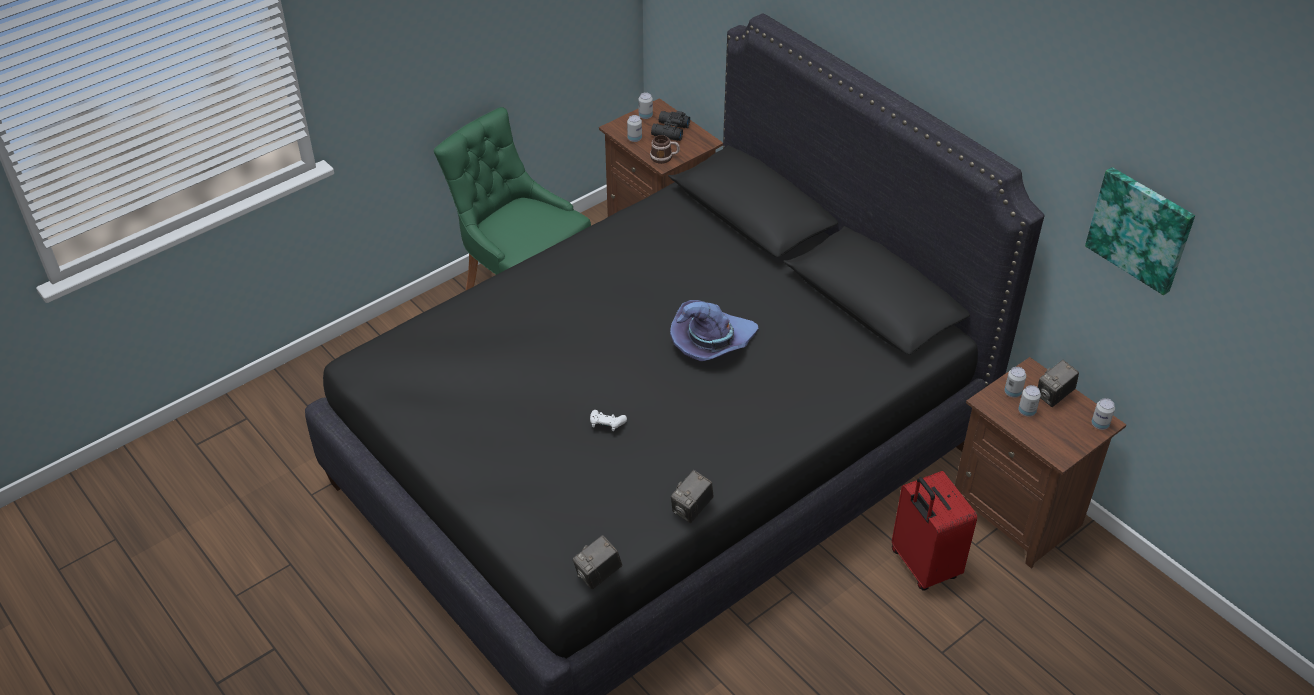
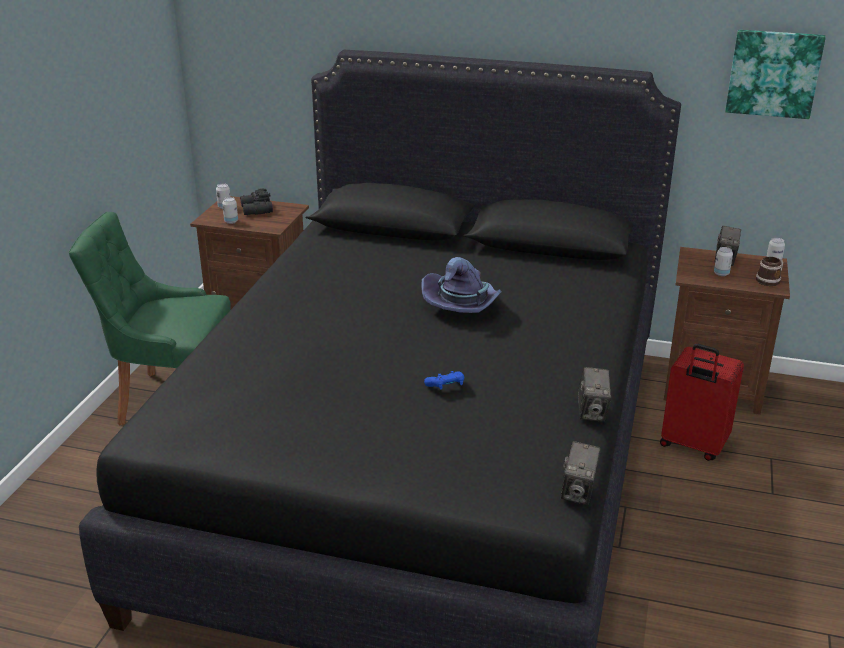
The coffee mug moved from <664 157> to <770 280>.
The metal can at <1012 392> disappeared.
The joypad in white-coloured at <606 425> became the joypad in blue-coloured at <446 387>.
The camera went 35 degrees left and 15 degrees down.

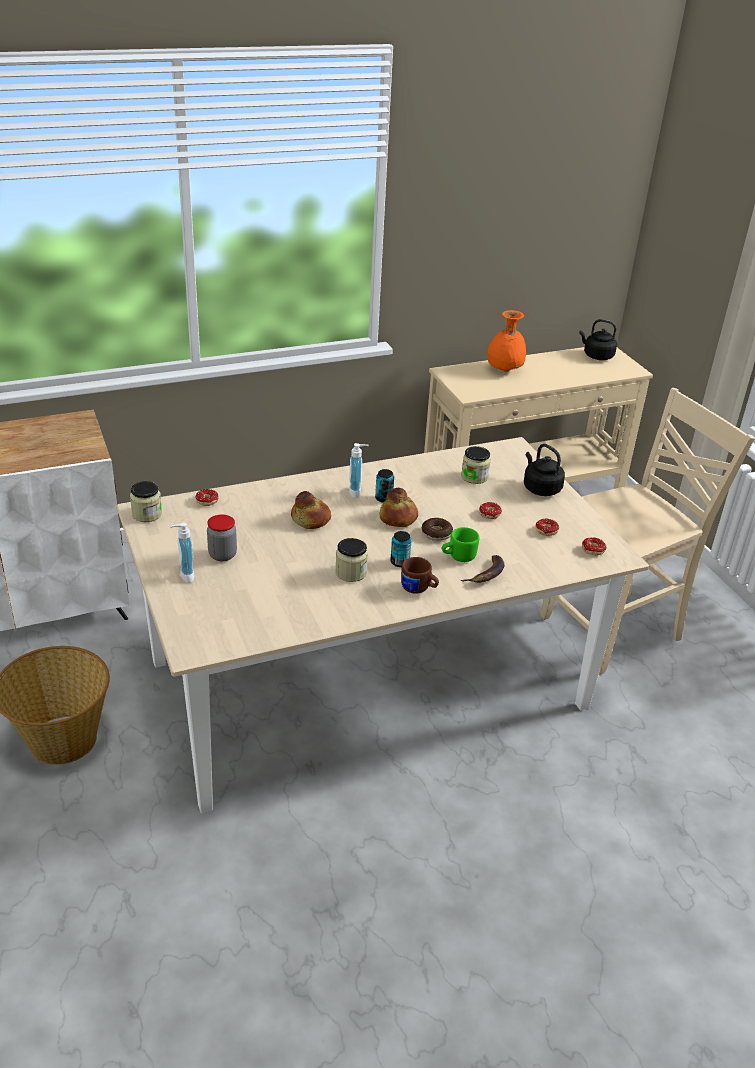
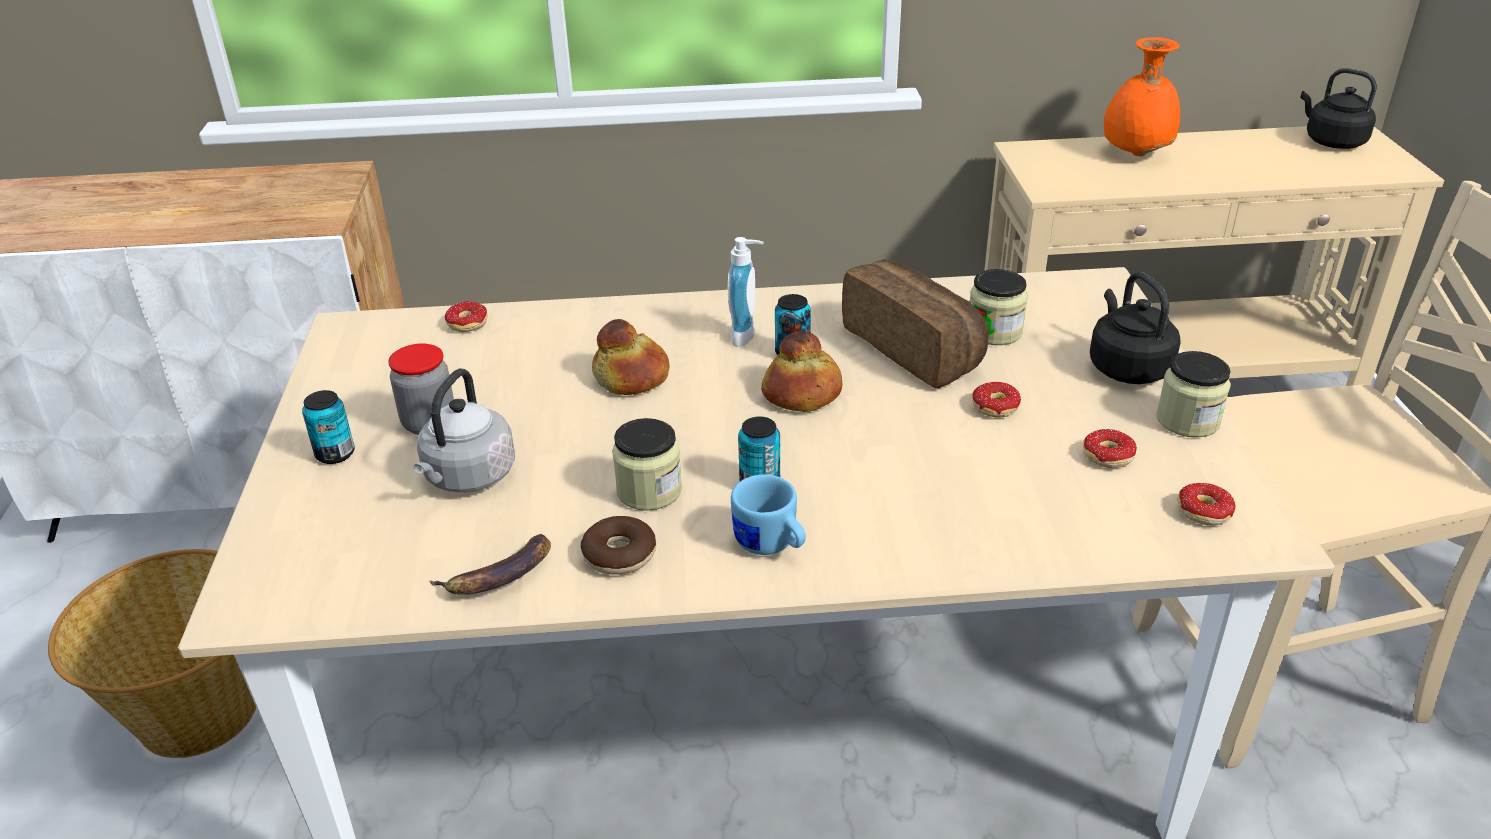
The jar moved from <147 514> to <1187 420>.
The doughnut moved from <436 533> to <619 555>.
The soap bottle at <184 576> was replaced by the metal can at <335 454>.
The coffee mug in greenish at <458 557> disappeared.
The banana fruit moved from <487 574> to <499 576>.
The coffee mug in brown-coloured at <419 589> became the coffee mug in blue-coloured at <771 546>.
The baked bread at <916 348> appeared.
The water kettle in grey at <468 477> appeared.
The camera went 20 degrees right and 0 degrees up.

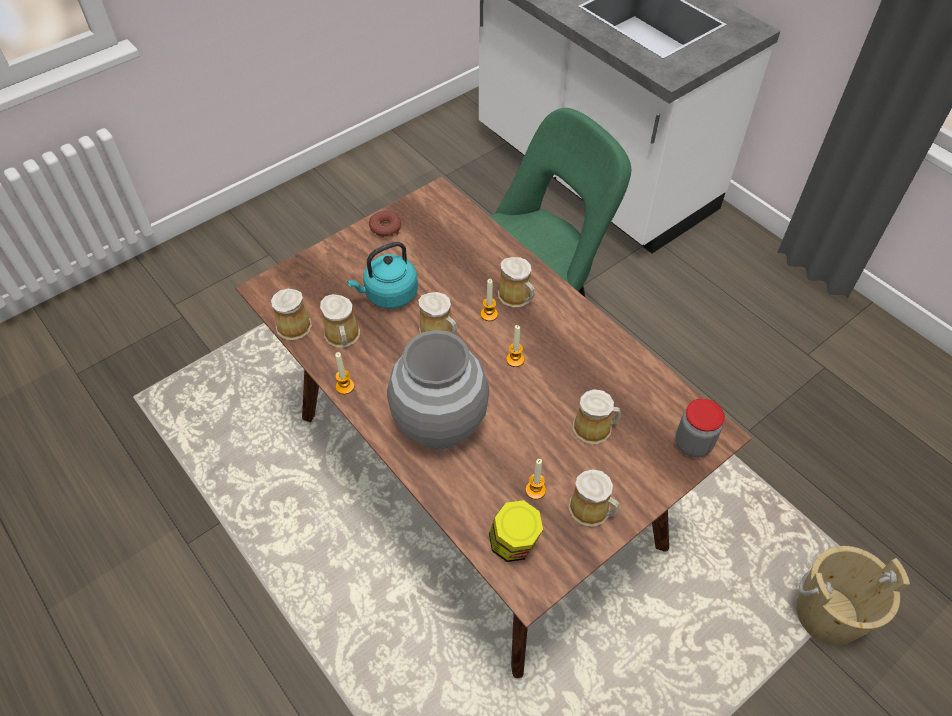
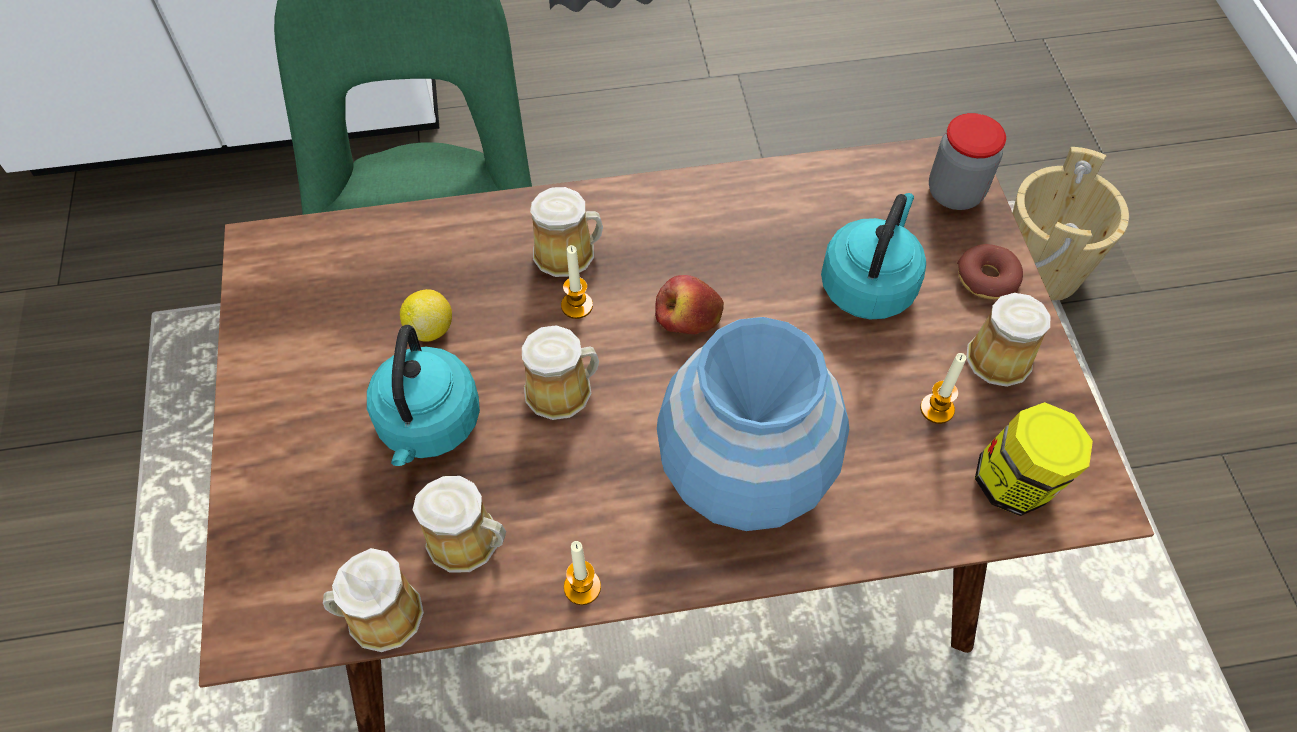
The doughnut moved from <385 228> to <986 278>.
The candle at <515 359> was replaced by the whole apple at <688 316>.
The vase in grey at <440 422> became the vase in blue-coloured at <745 475>.
The coffee mug at <594 428> was replaced by the water kettle in turquoise at <869 284>.
The lemon at <430 328> appeared.
The camera went 60 degrees left and 5 degrees up.

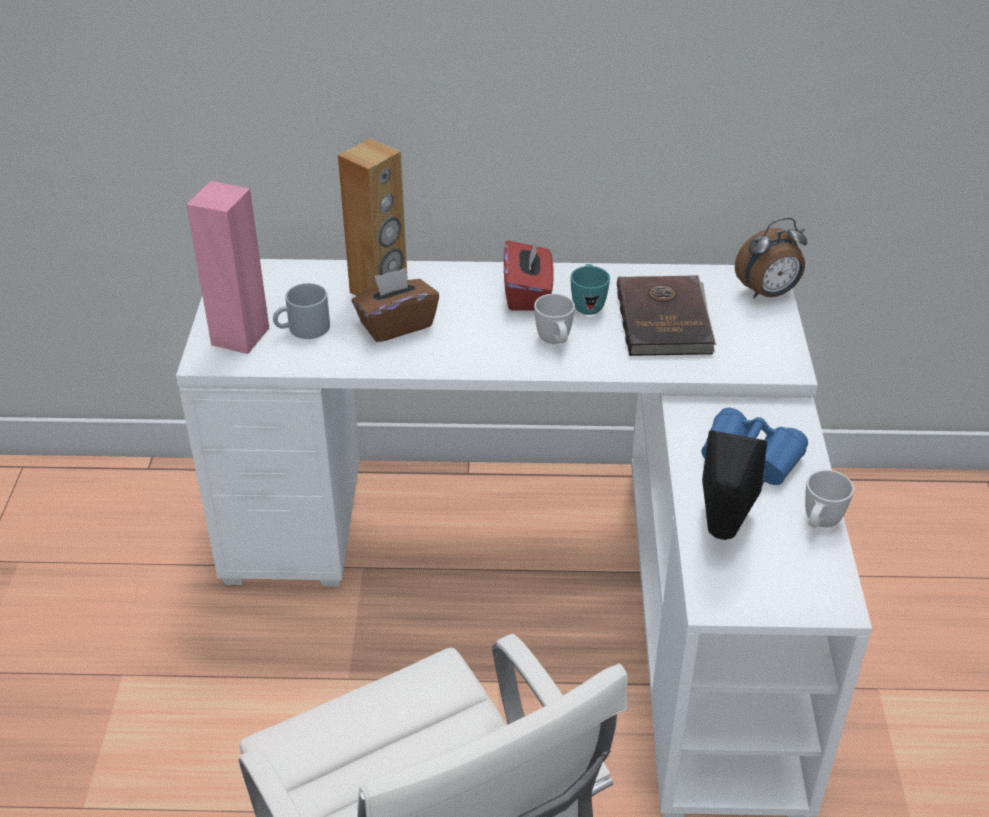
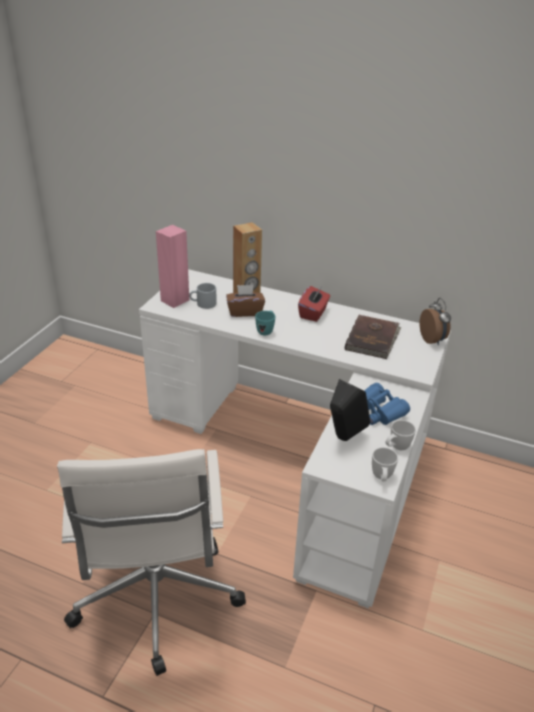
The table clock at <768 293> turned 105 degrees counterclockwise.
The coffee mug in turquoise moved from <588 304> to <266 330>.
The coffee mug in white-coloured moved from <555 342> to <381 478>.
The camera went 20 degrees right and 5 degrees down.

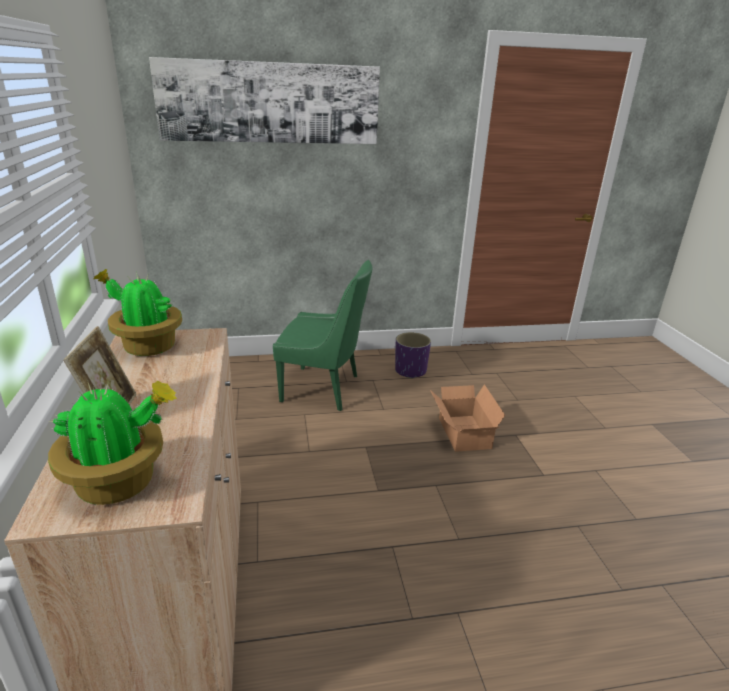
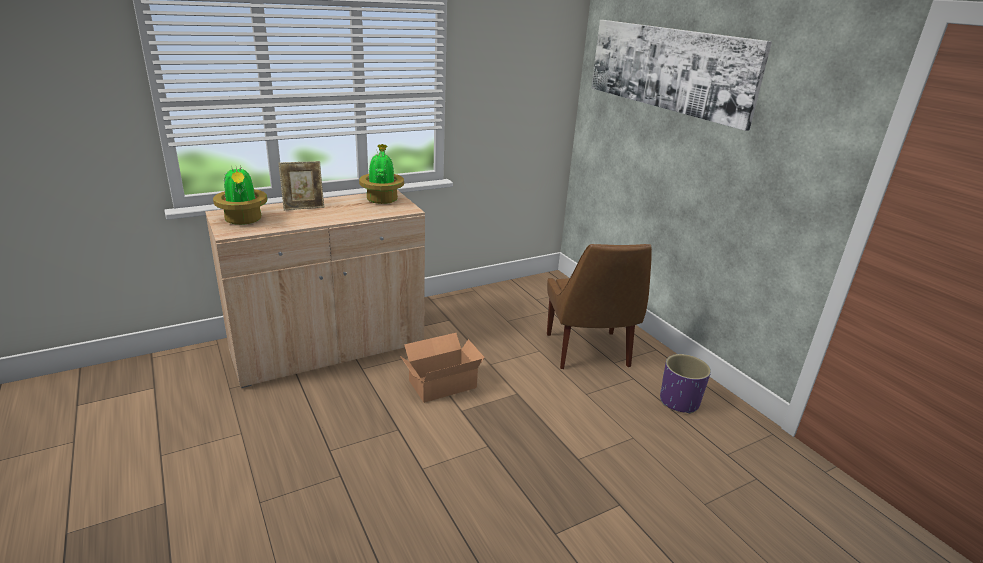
The upright chair in greenish at <323 389> became the upright chair in brown-coloured at <588 352>.
The packing box moved from <462 434> to <440 383>.
The camera went 70 degrees right and 0 degrees up.

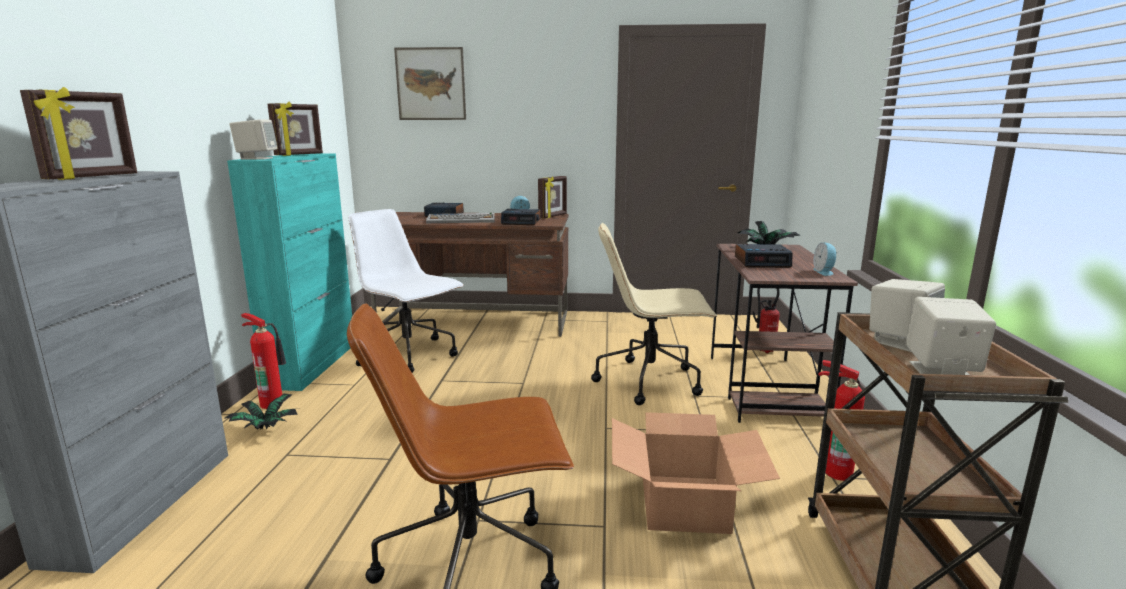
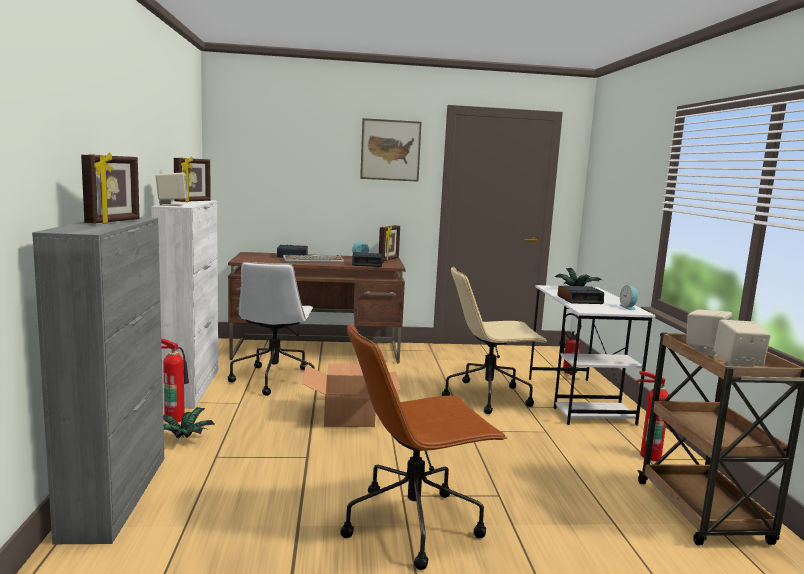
The wall picture moved from <431 84> to <390 150>.
The storage cabinet in turquoise at <313 364> became the storage cabinet in white-coloured at <190 387>.
The office chair in white-coloured at <409 355> turned 120 degrees counterclockwise.
The desk table in brown-coloured at <765 388> became the desk table in white-coloured at <579 400>.
The packing box moved from <685 503> to <350 415>.
The camera went 10 degrees left and 5 degrees down.

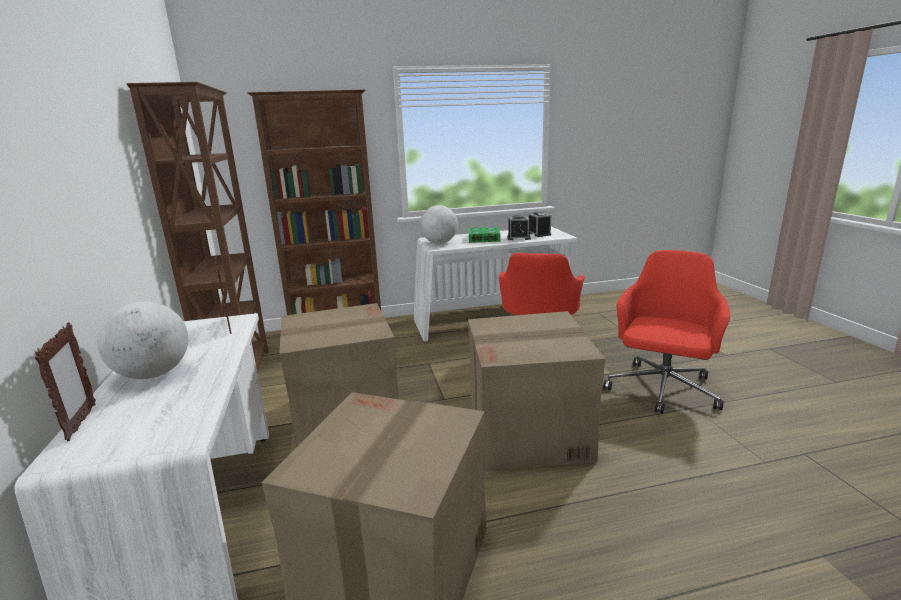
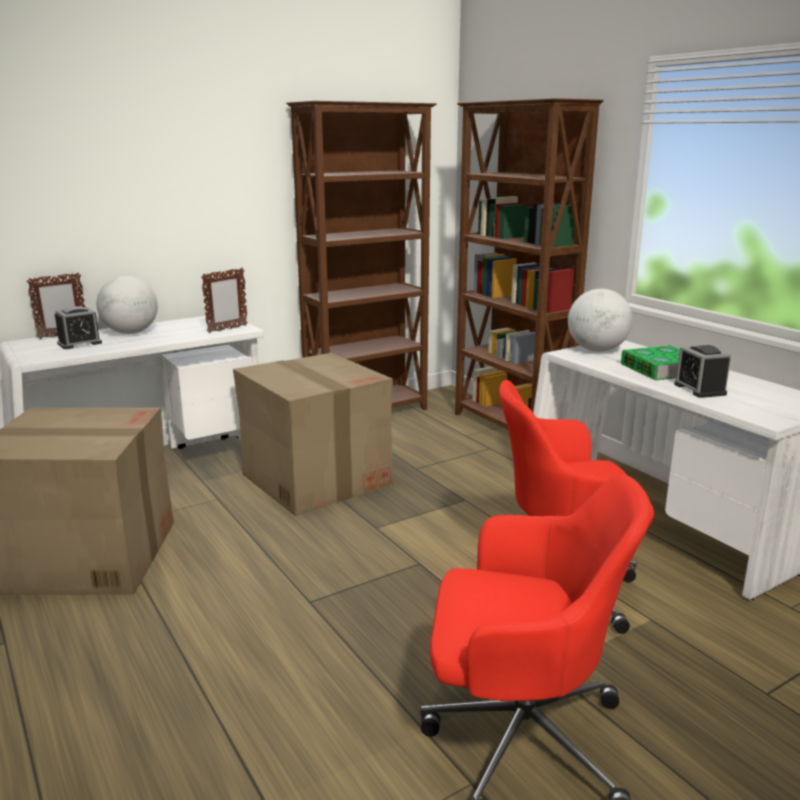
The table clock moved from <539 234> to <79 343>.
The packing box at <529 432> disappeared.
The camera went 70 degrees right and 0 degrees up.

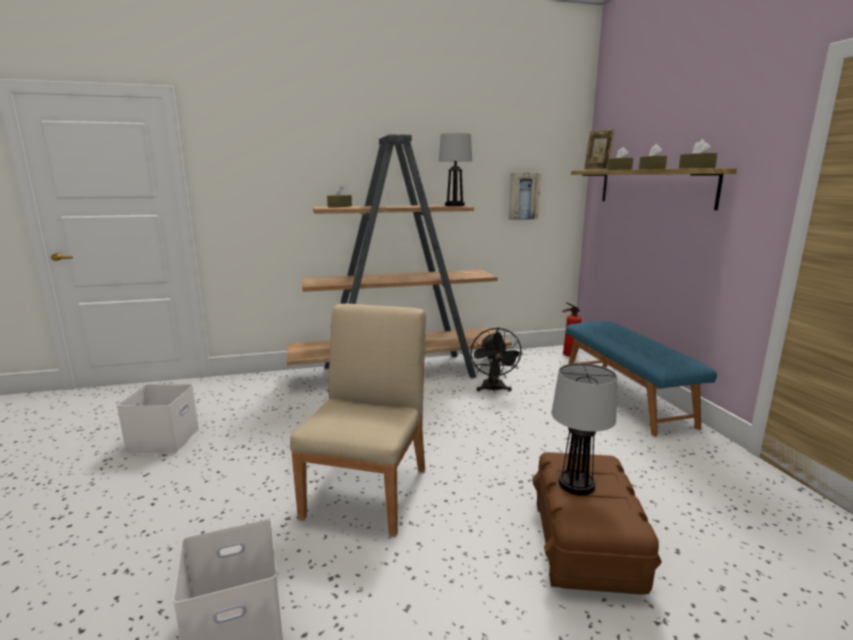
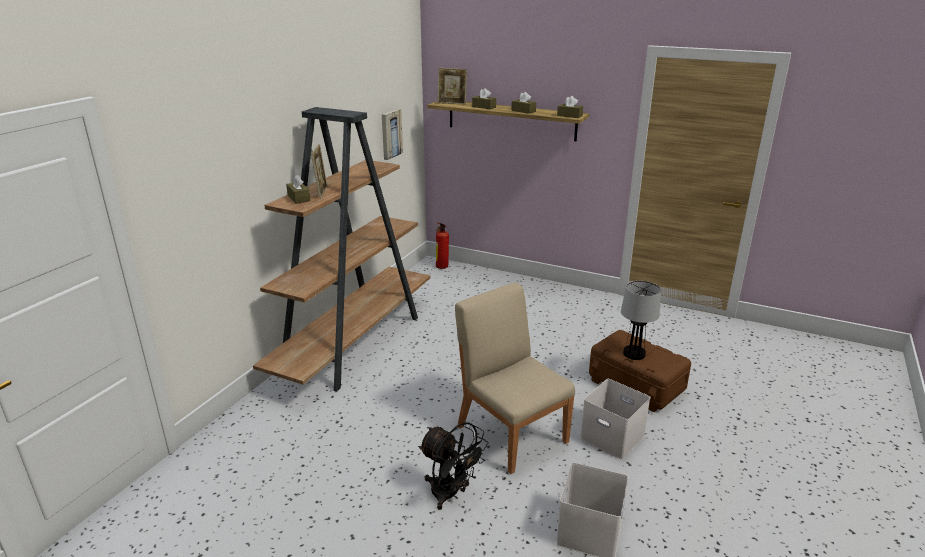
The table lamp at <454 205> disappeared.
The long seat in blue-coloured at <626 397> disappeared.
The cooling fan in black moved from <493 389> to <451 494>.
The storage bin in white-coloured moved from <164 441> to <613 437>.
The standing frame at <322 192> appeared.
The camera went 50 degrees left and 10 degrees up.

